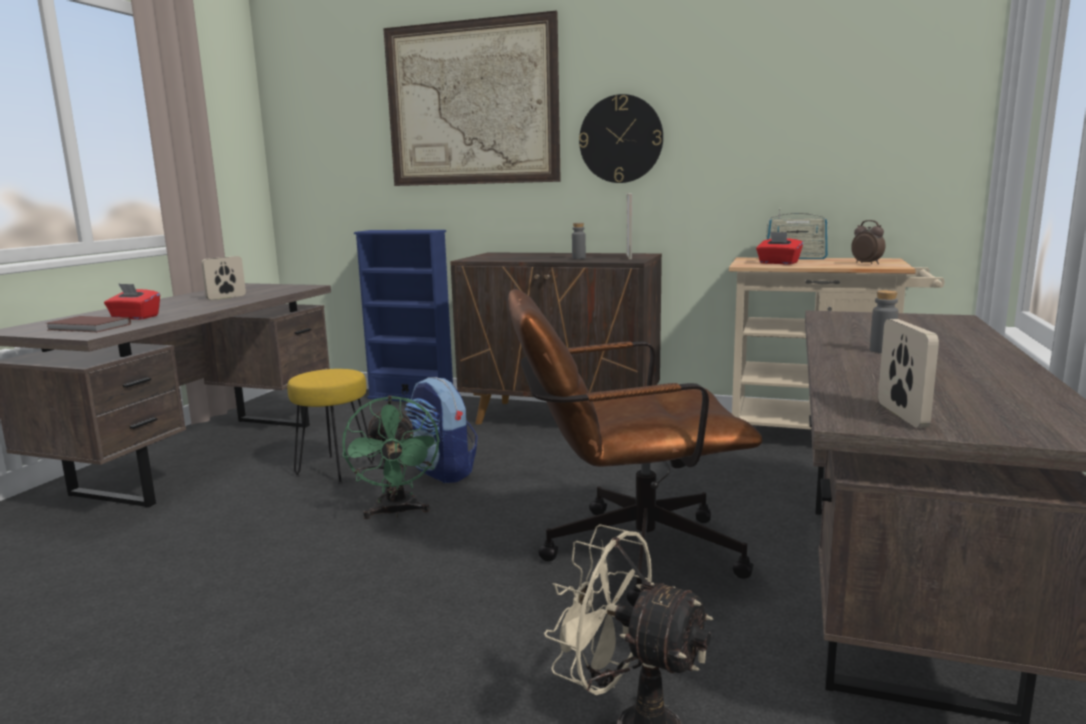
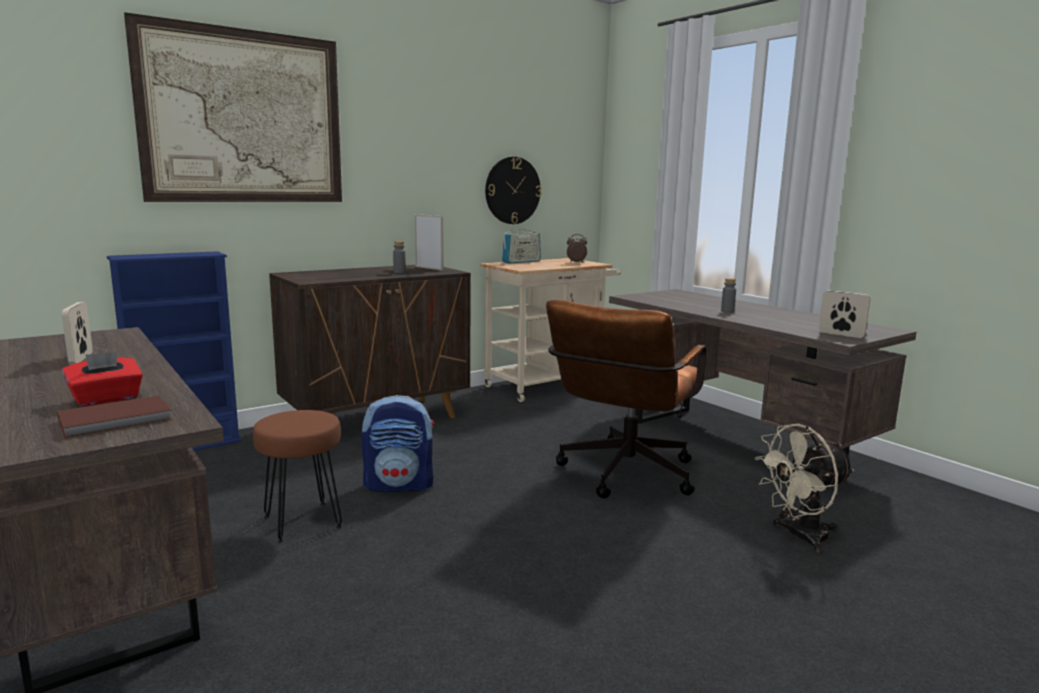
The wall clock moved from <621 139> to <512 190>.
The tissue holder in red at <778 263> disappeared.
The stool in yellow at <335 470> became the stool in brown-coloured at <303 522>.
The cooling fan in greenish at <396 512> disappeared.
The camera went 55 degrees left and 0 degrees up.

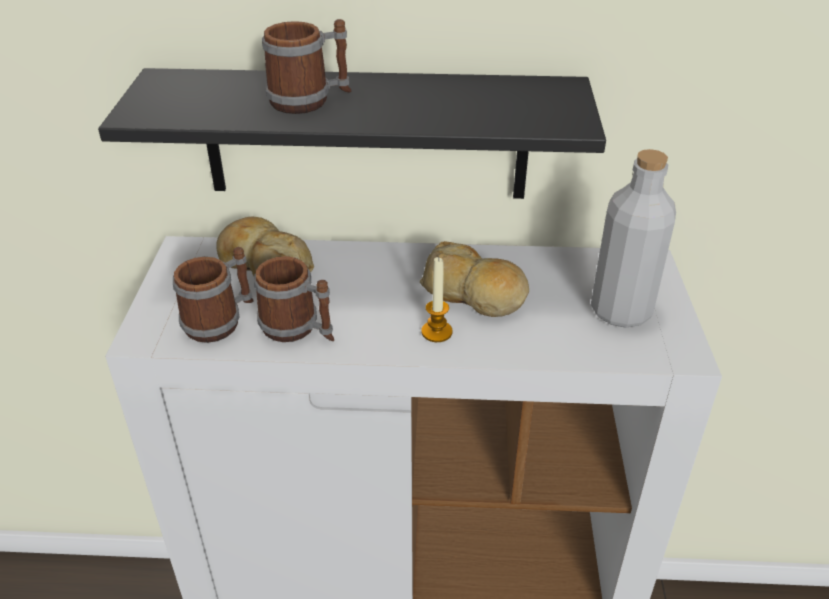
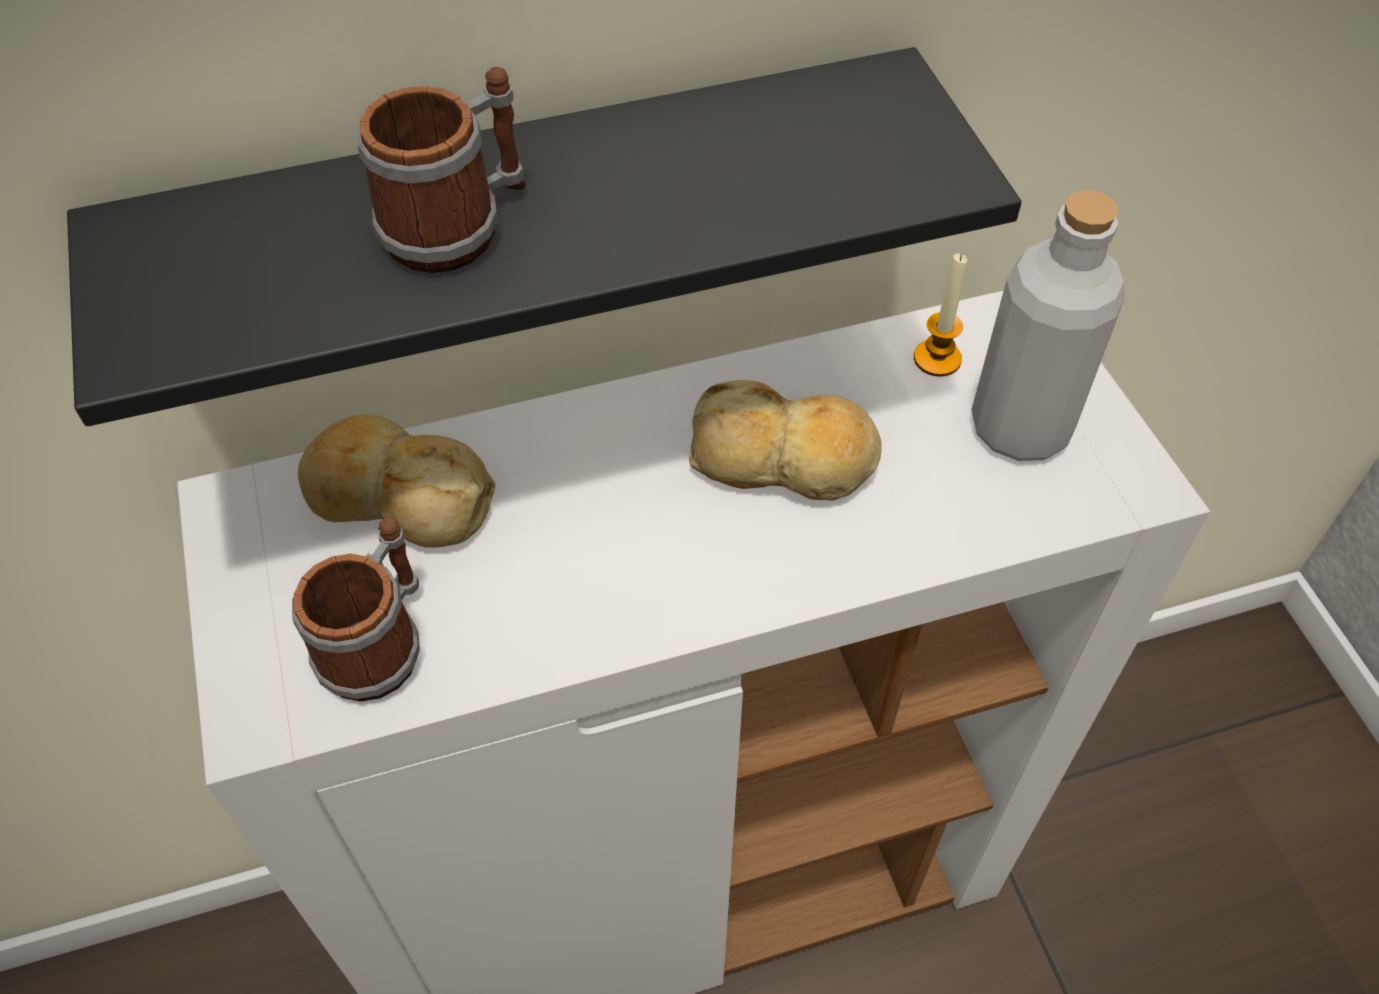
The coffee mug at <298 329> disappeared.
The candle moved from <436 332> to <937 359>.
The camera went 20 degrees left and 15 degrees up.

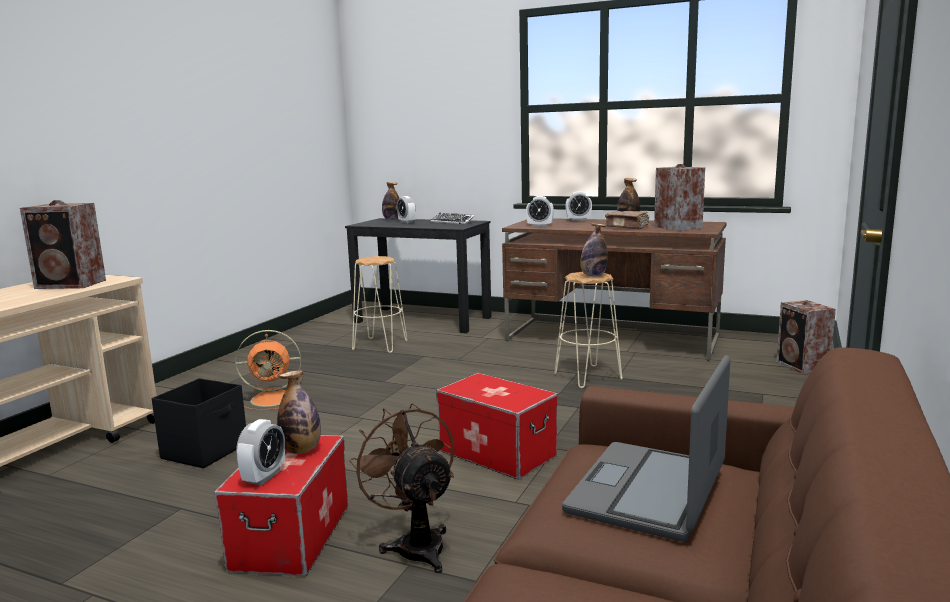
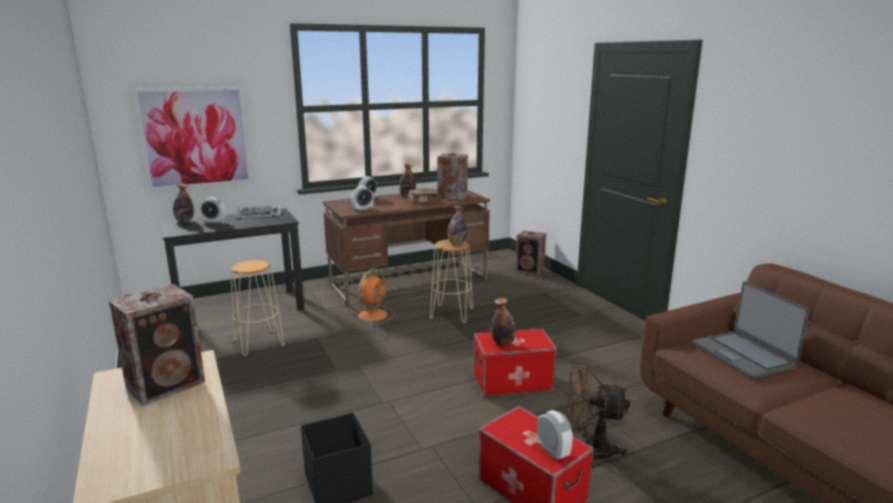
The cooling fan in orangey moved from <274 398> to <373 314>.
The beverage bottle moved from <301 450> to <503 343>.
The wall picture at <195 138> appeared.
The camera went 50 degrees left and 5 degrees up.

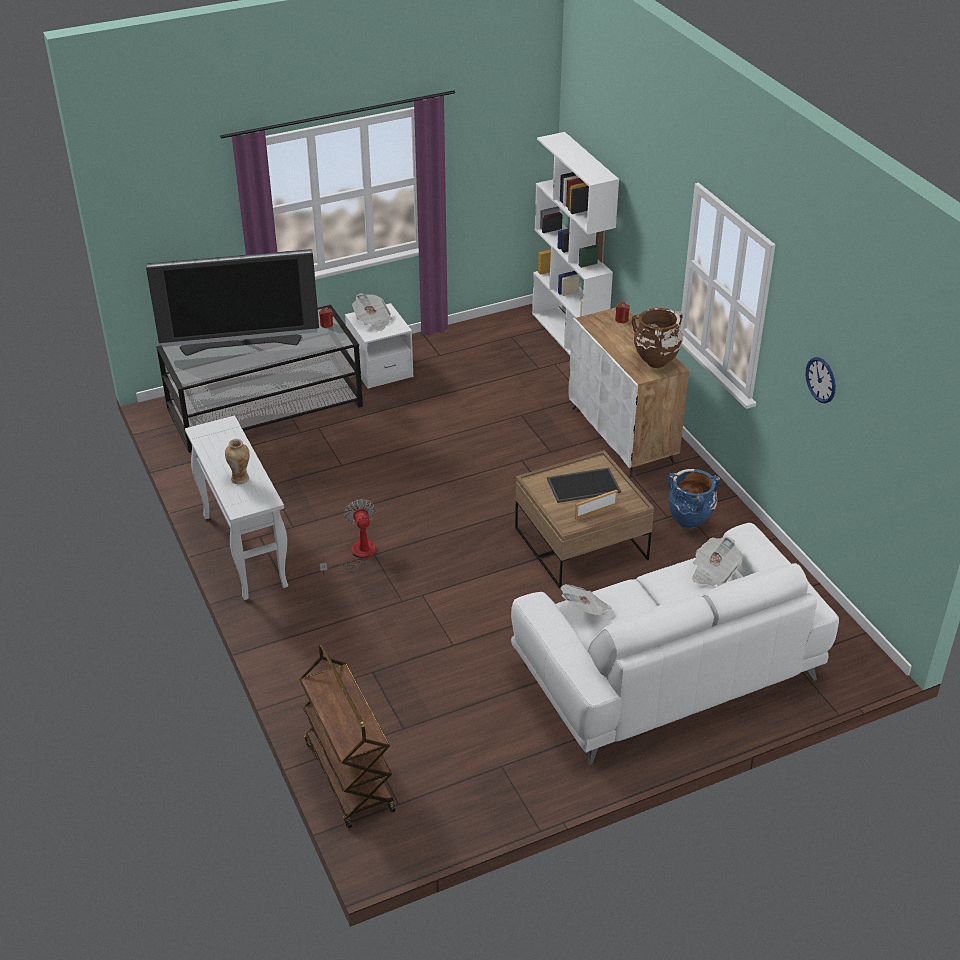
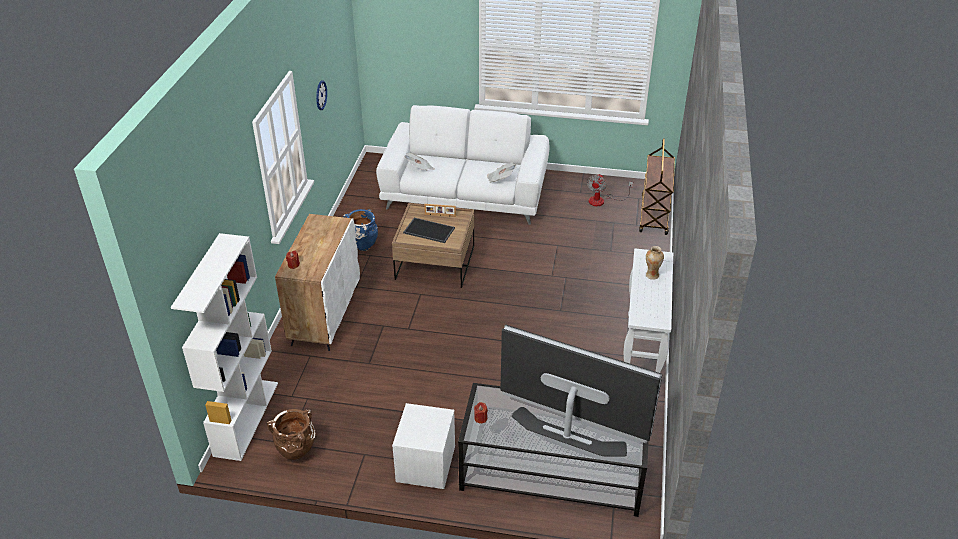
The printed paper at <373 321> disappeared.
The vase in brown-coloured moved from <655 364> to <297 453>.
The cooling fan moved from <357 555> to <602 200>.
The camera went 145 degrees left and 0 degrees up.

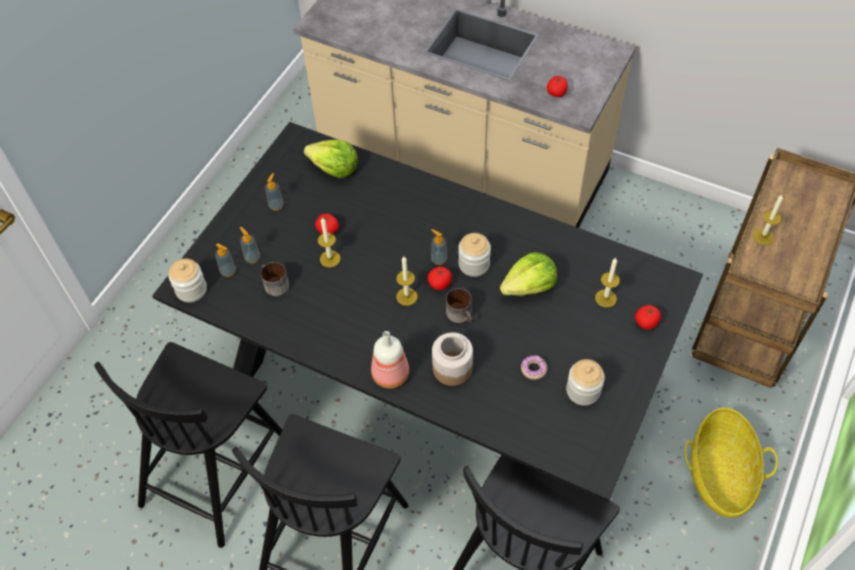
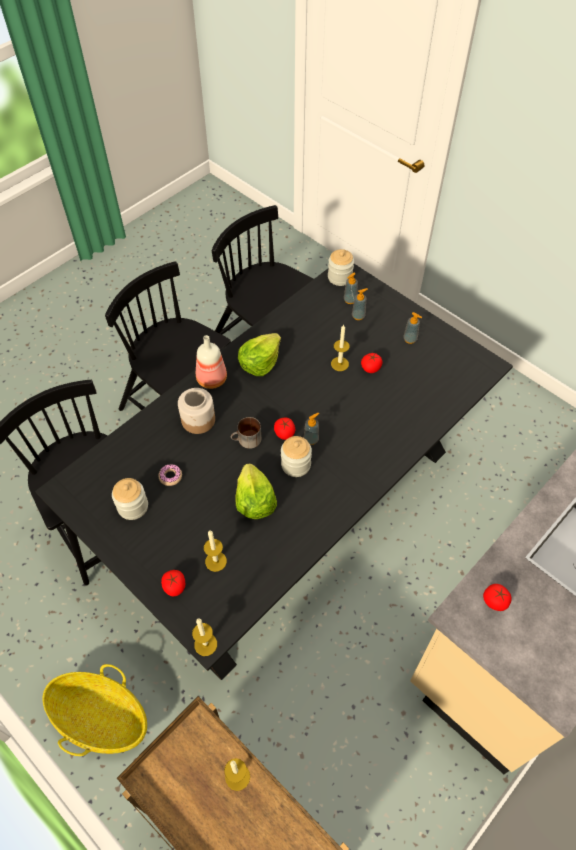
The lettuce head moved from <334 168> to <260 362>.
The candle moved from <406 296> to <205 644>.
The coffee mug at <273 284> disappeared.
The camera went 105 degrees right and 0 degrees up.

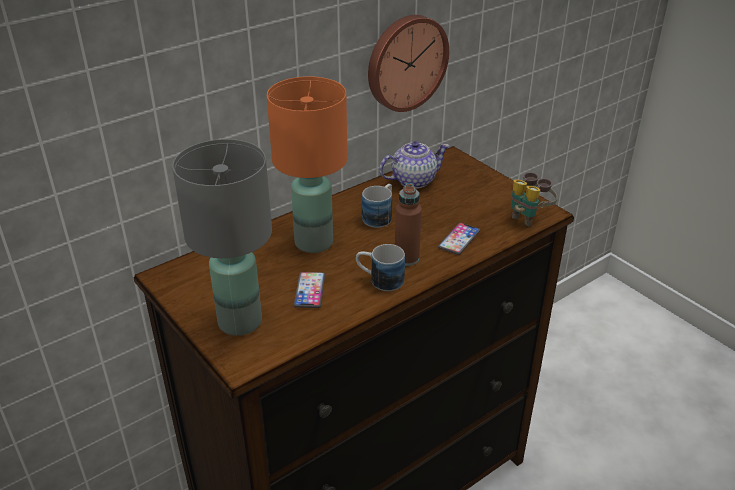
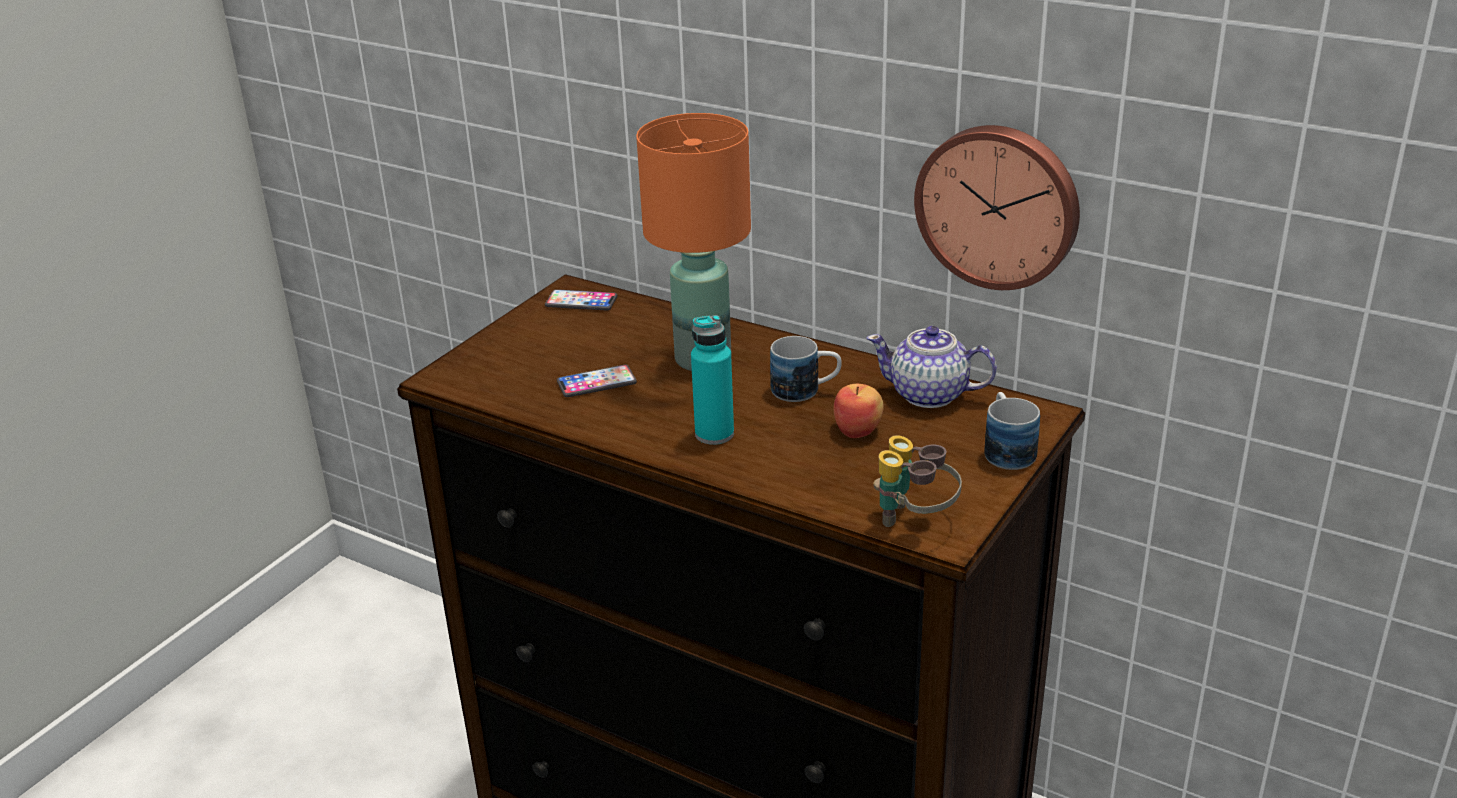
The table lamp in grey at <240 322> disappeared.
The teapot at <413 180> turned 150 degrees clockwise.
The beverage bottle in brown-coloured at <406 258> became the beverage bottle in turquoise at <714 434>.
The telephone moved from <459 239> to <581 301>.
The coffee mug moved from <379 280> to <1006 449>.
The whole apple at <858 430> appeared.
The camera went 70 degrees right and 5 degrees down.

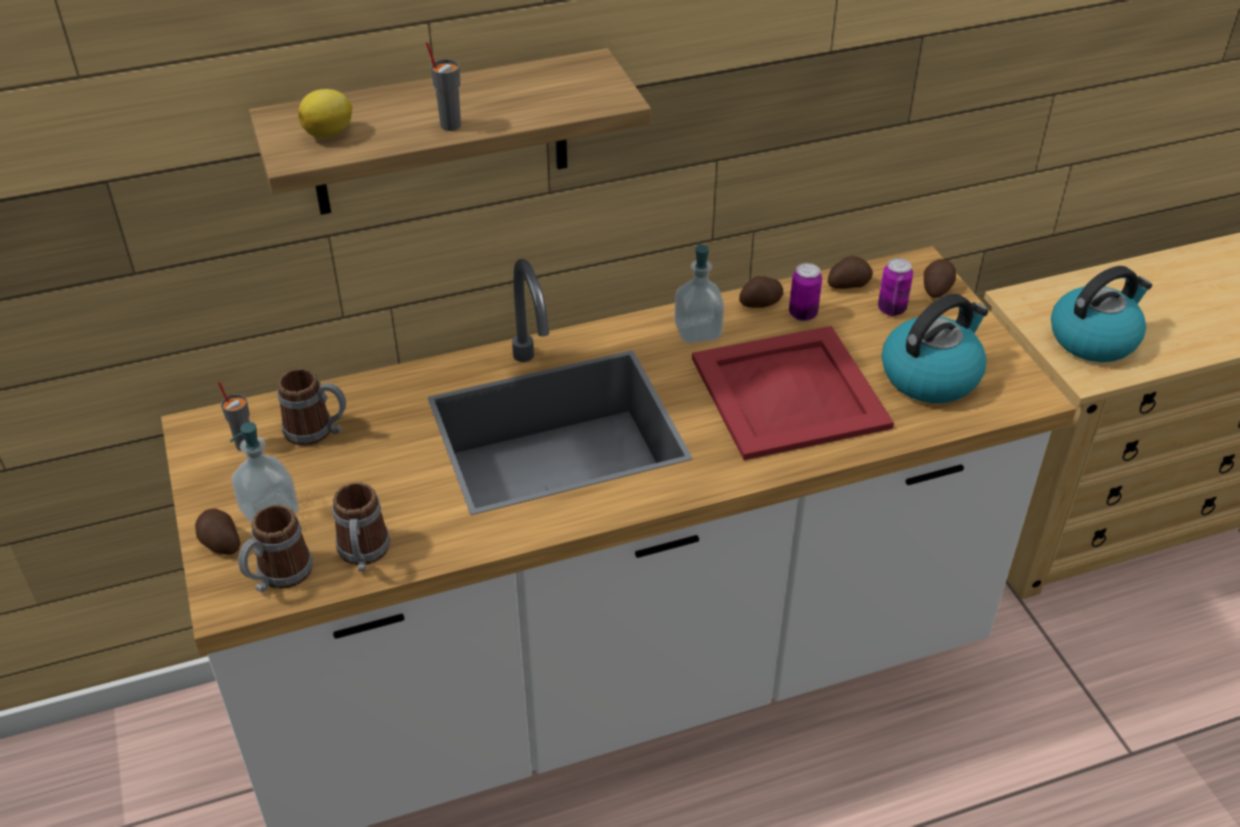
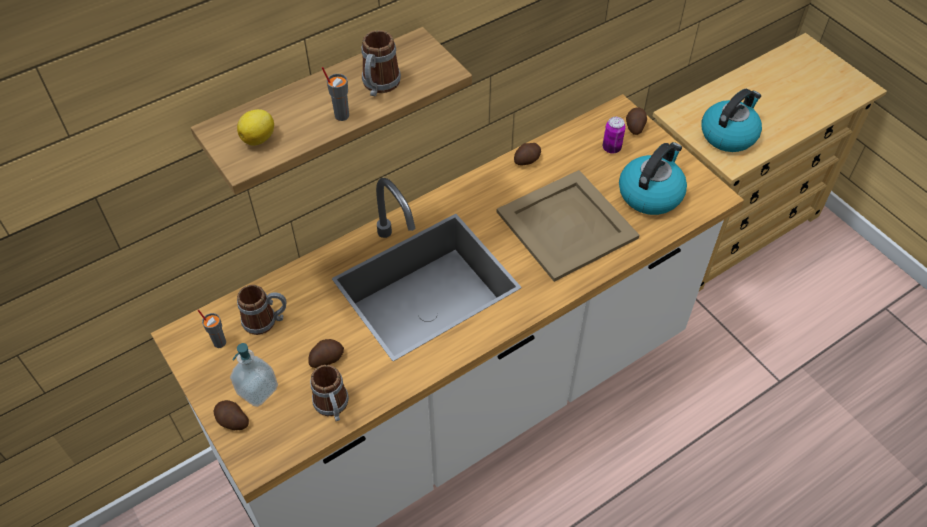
The soap bottle at <698 331> disappeared.
The whole potato moved from <848 284> to <326 358>.
The metal can at <803 314> disappeared.
The tray in red at <788 394> became the tray in sand-coloured at <566 226>.
The coffee mug moved from <278 577> to <379 86>.
The camera went 15 degrees left and 10 degrees up.

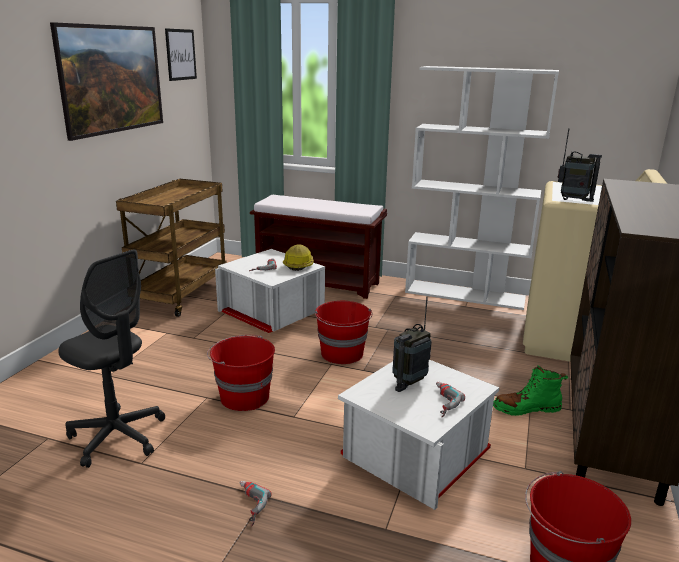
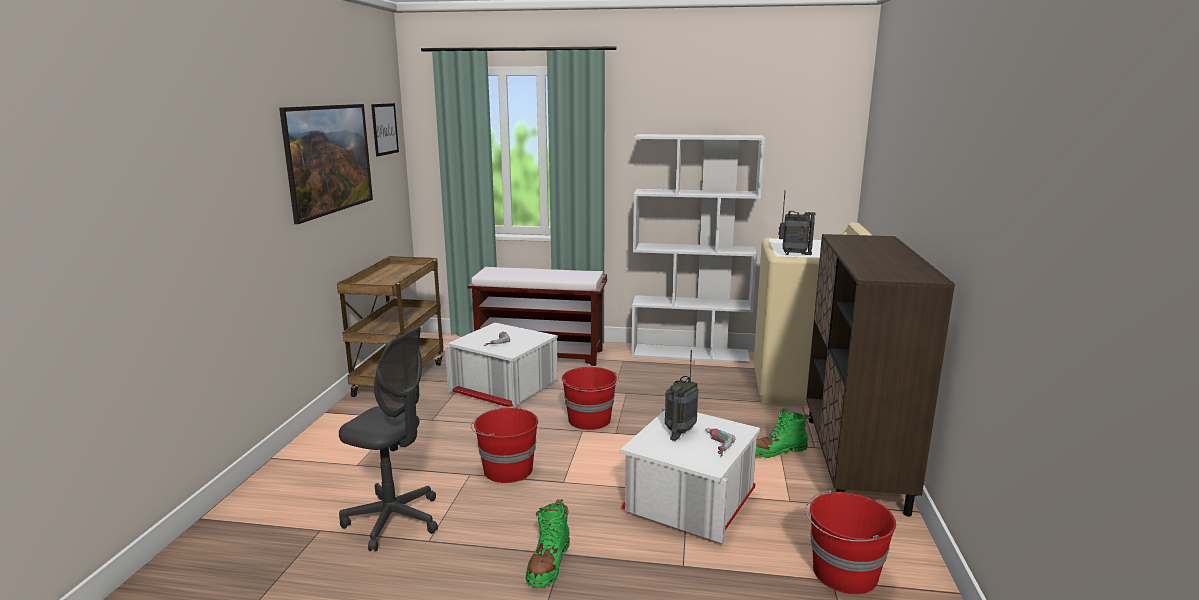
The work helmet at <298 265> disappeared.
The power drill at <247 505> was replaced by the tall boot in greenish at <548 563>.
The camera went 10 degrees left and 5 degrees down.

